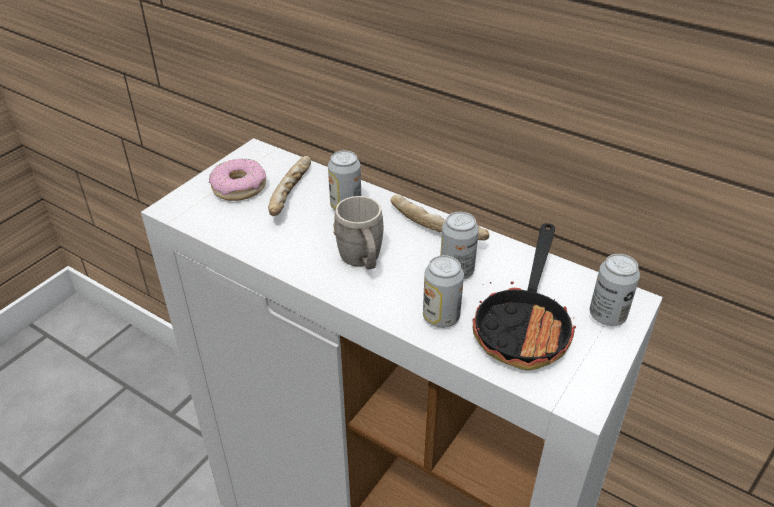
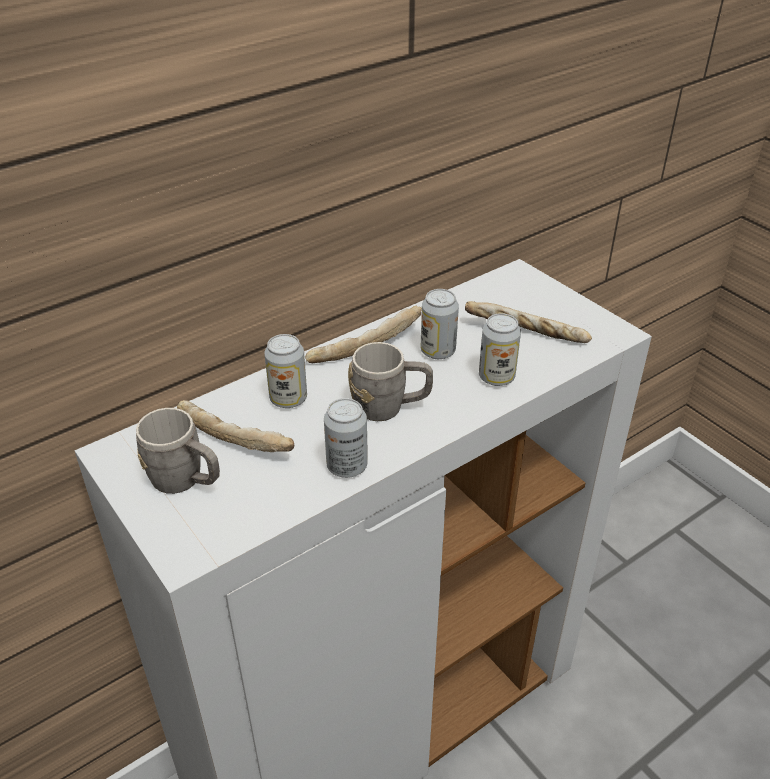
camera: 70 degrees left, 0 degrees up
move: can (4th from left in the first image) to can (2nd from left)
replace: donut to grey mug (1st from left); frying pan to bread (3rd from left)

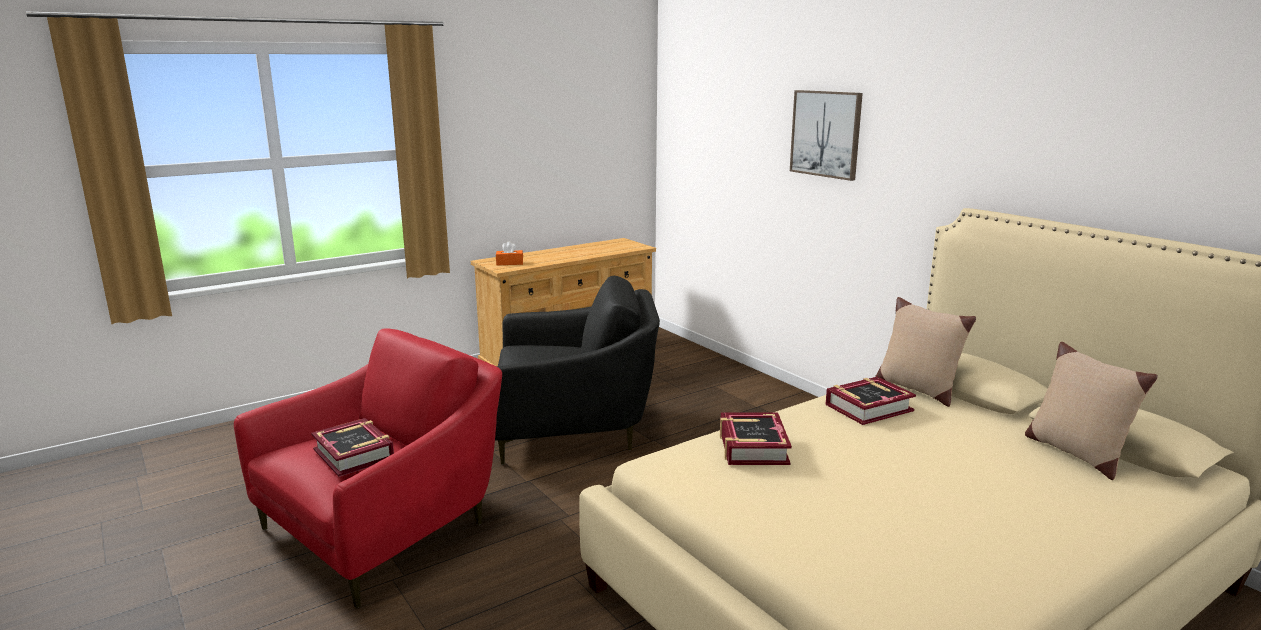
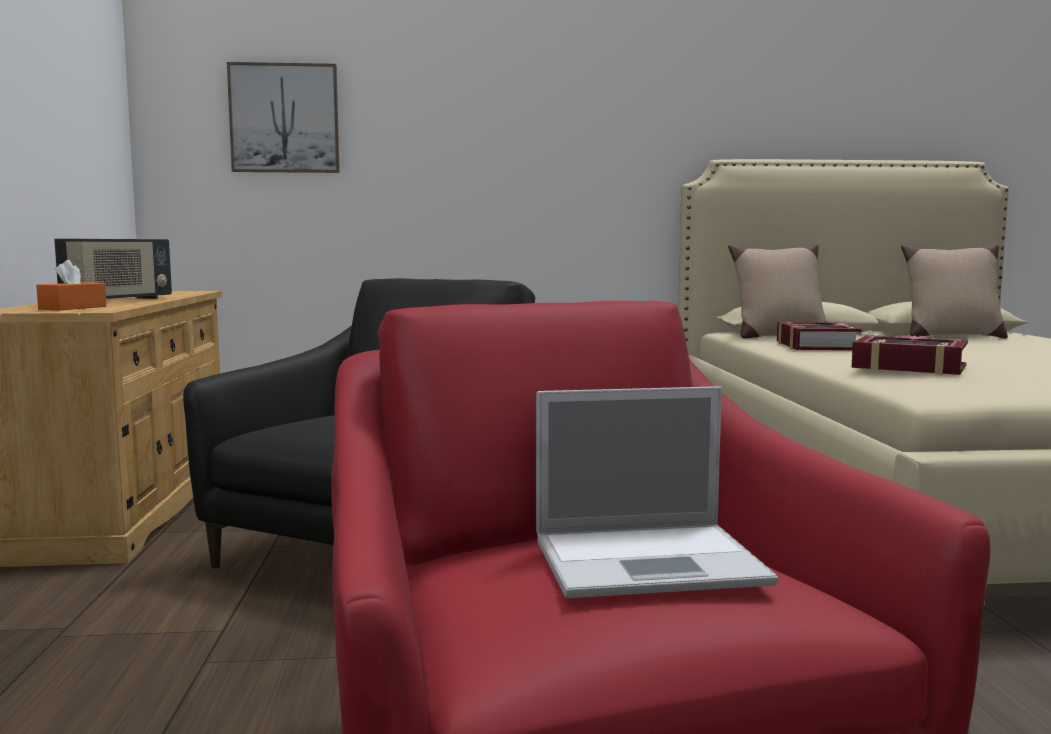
camera: 60 degrees left, 10 degrees down
insert: radio
move: picture
replace: book (1st from left) to laptop

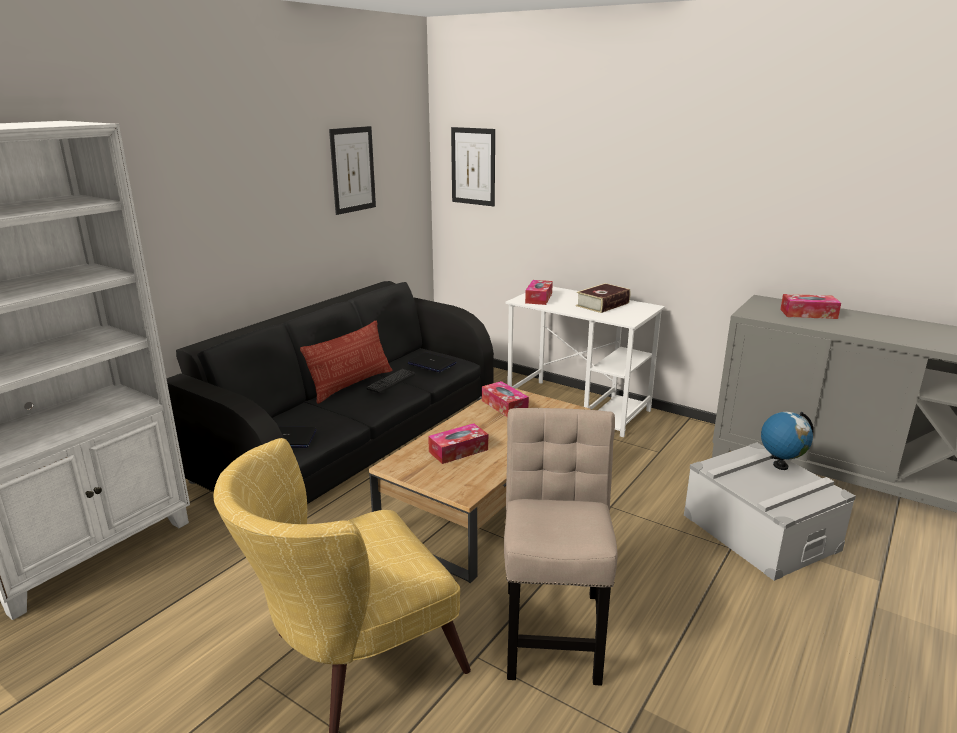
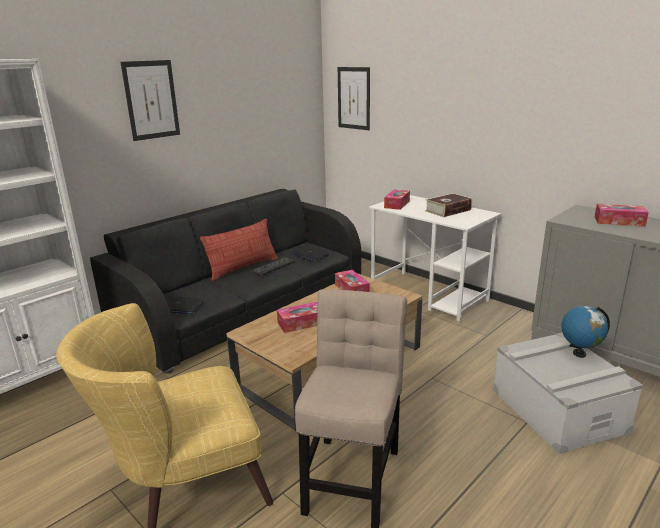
camera: 10 degrees right, 0 degrees up
move: picture (1st from left)

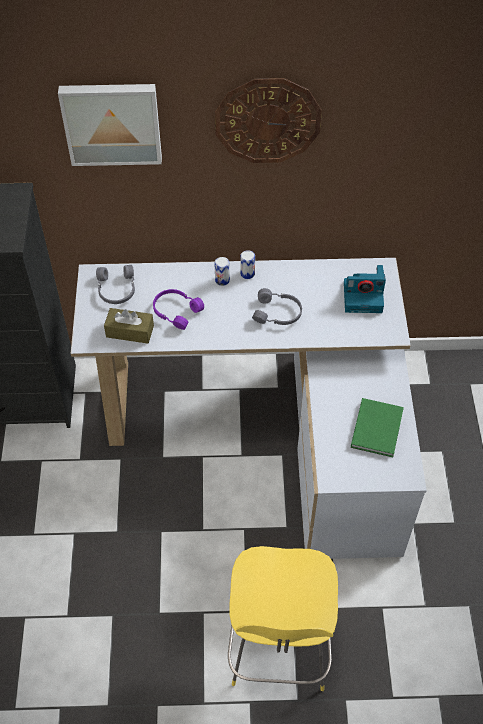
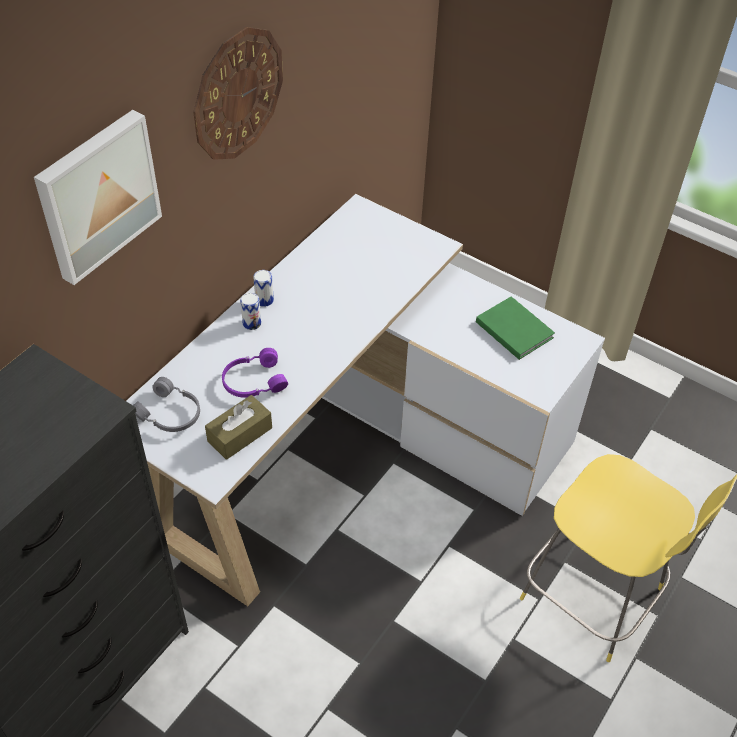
camera: 55 degrees left, 5 degrees down
delete: photo camera; grey headphones (2nd from left)

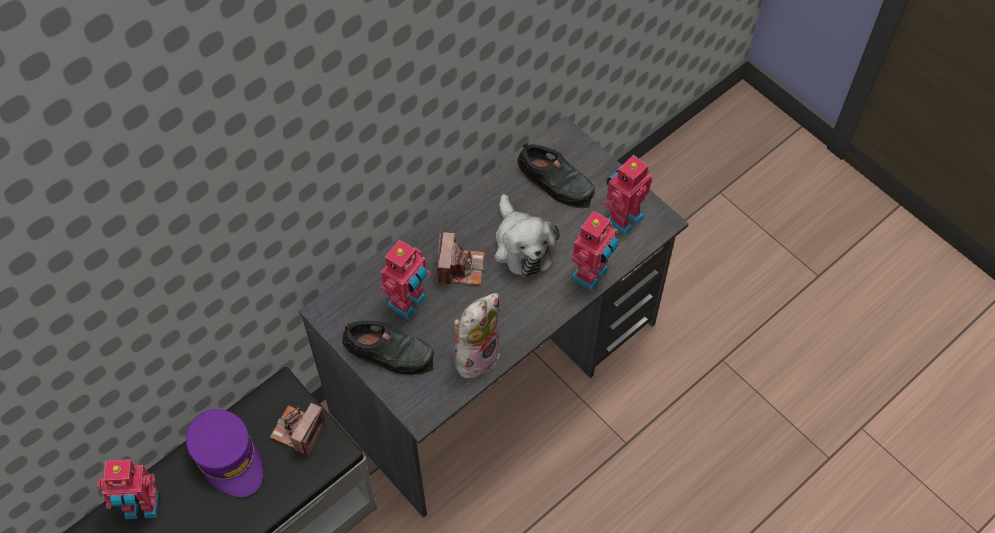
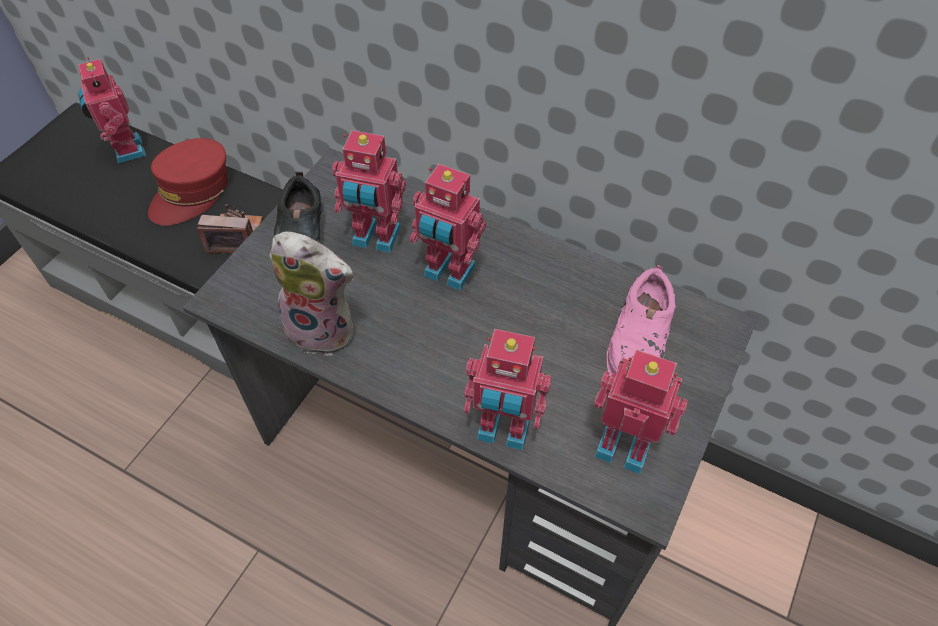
camera: 70 degrees right, 5 degrees down
delete: plush toy (2nd from left)
replace: photo camera (2nd from left) to toy robot (3rd from left)
recolor: black shoe (2nd from left) to pink shoe; purple cap to red cap

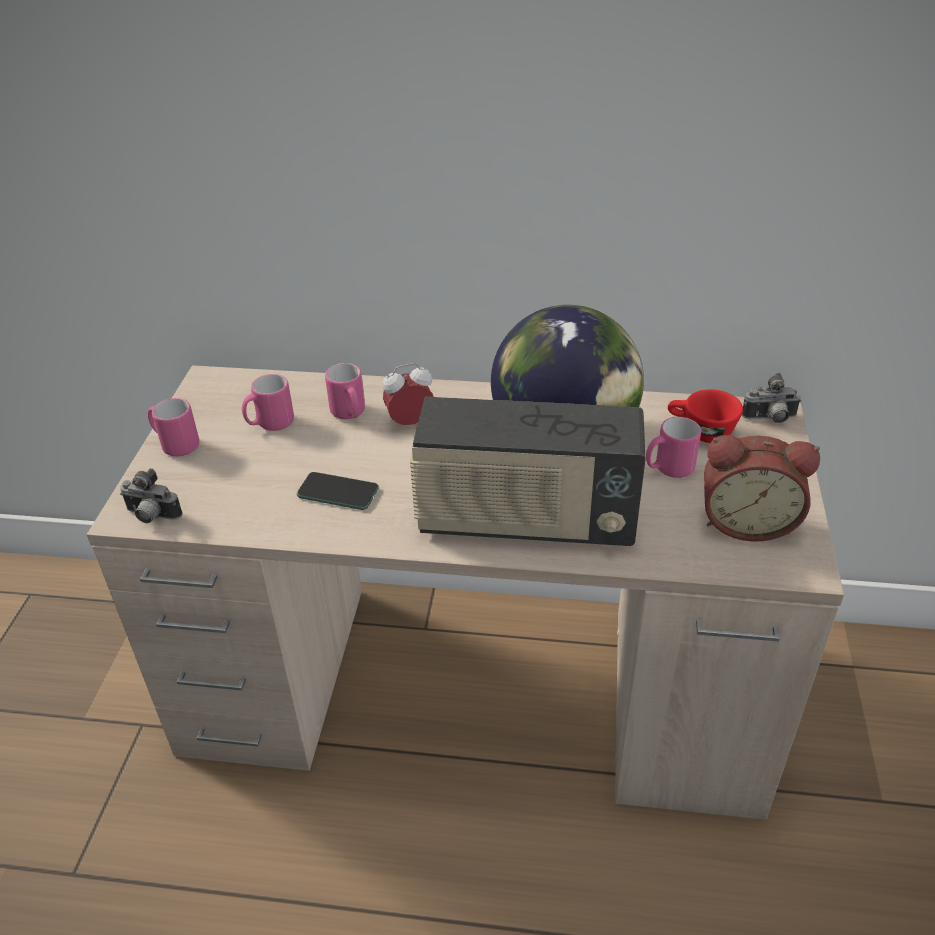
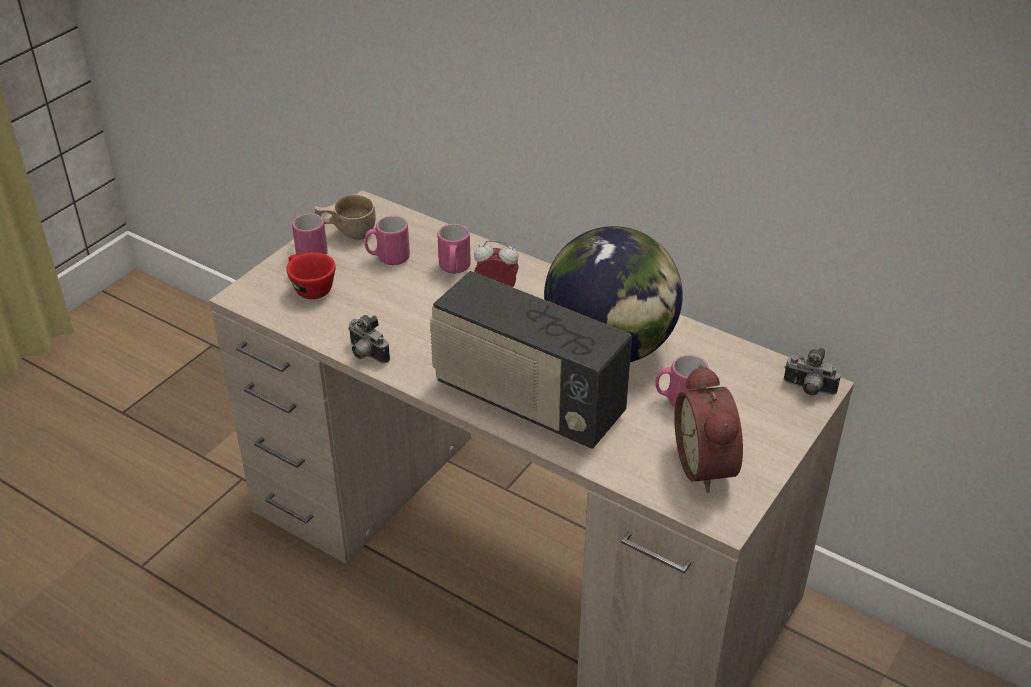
camera: 25 degrees right, 0 degrees up
delete: phone
insert: beige cup
move: red cup; photo camera (1st from left)
rotate: alarm clock (2nd from left) 45 degrees clockwise

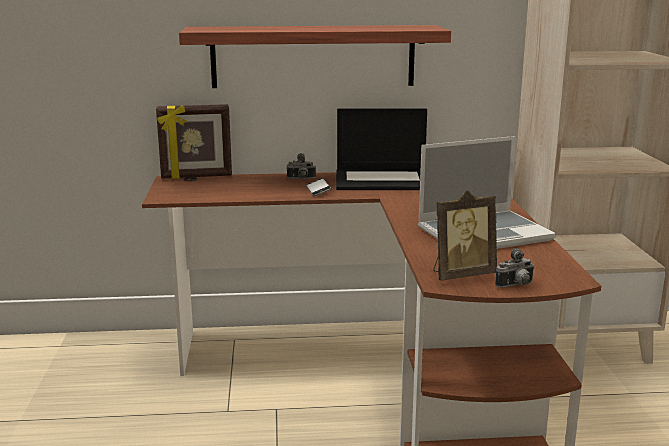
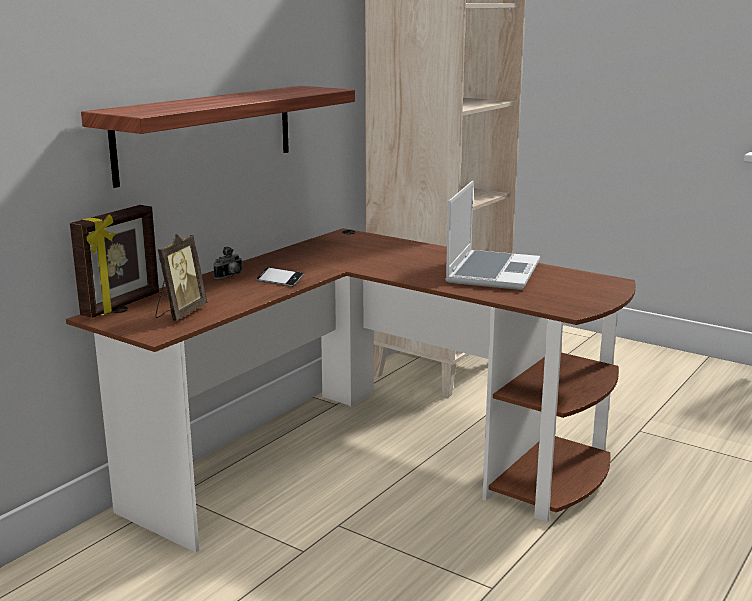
camera: 50 degrees left, 0 degrees up
delete: laptop (1st from left); photo camera (2nd from left)
move: picture frame (2nd from left)

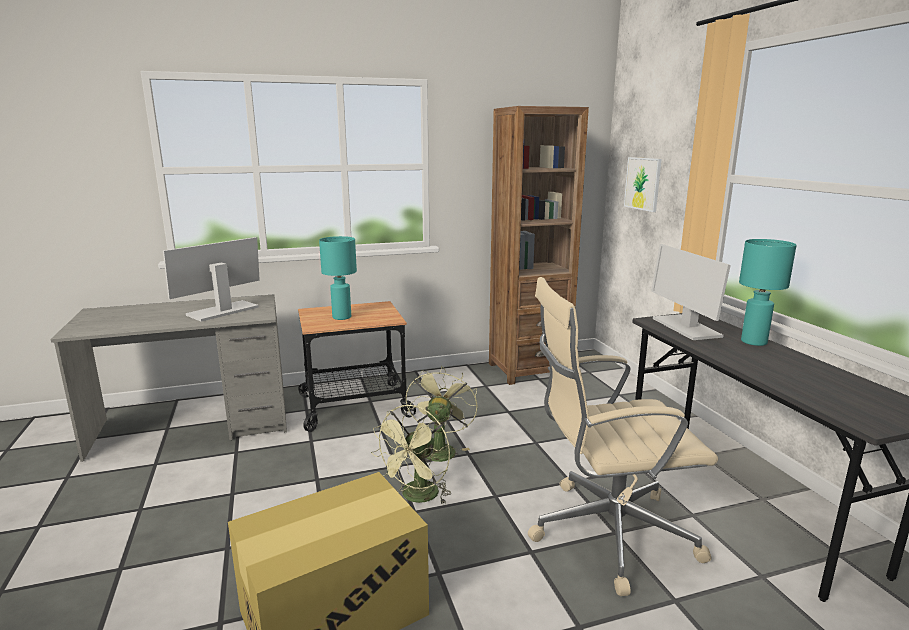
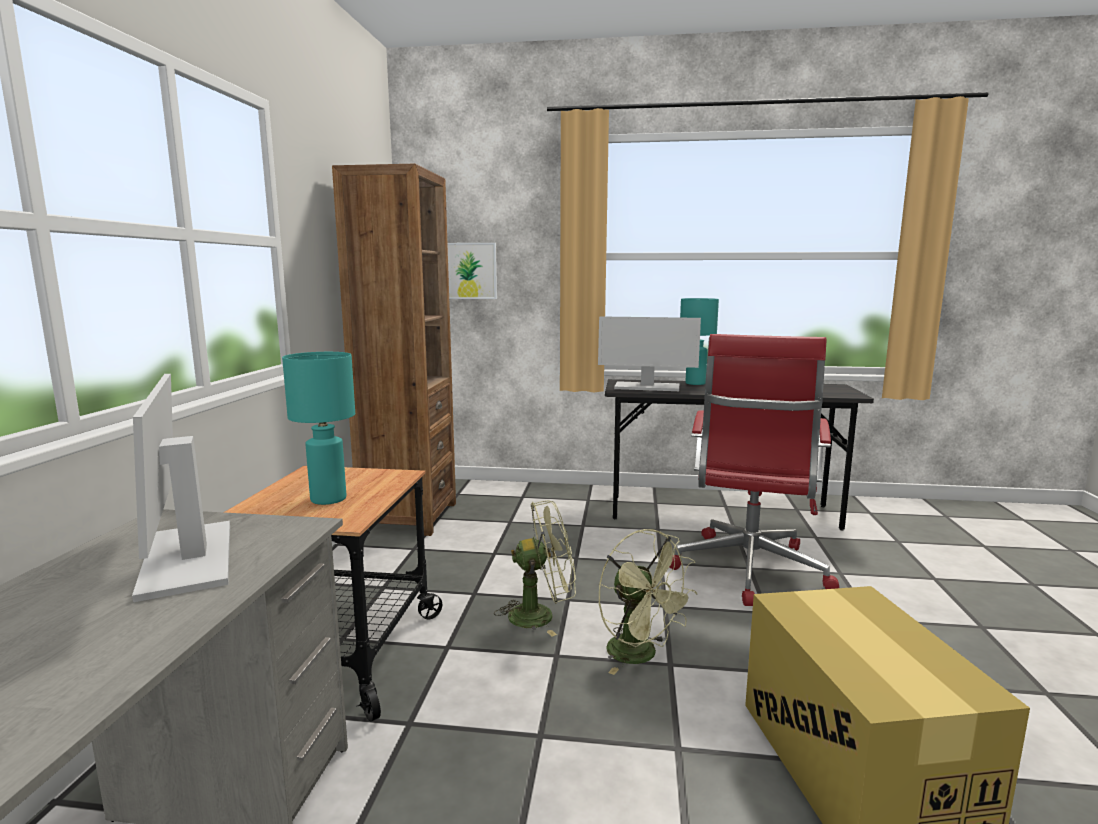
camera: 65 degrees left, 5 degrees down
recolor: beige office chair to red office chair
rotate: green fan (2nd from left in the first image) 135 degrees clockwise

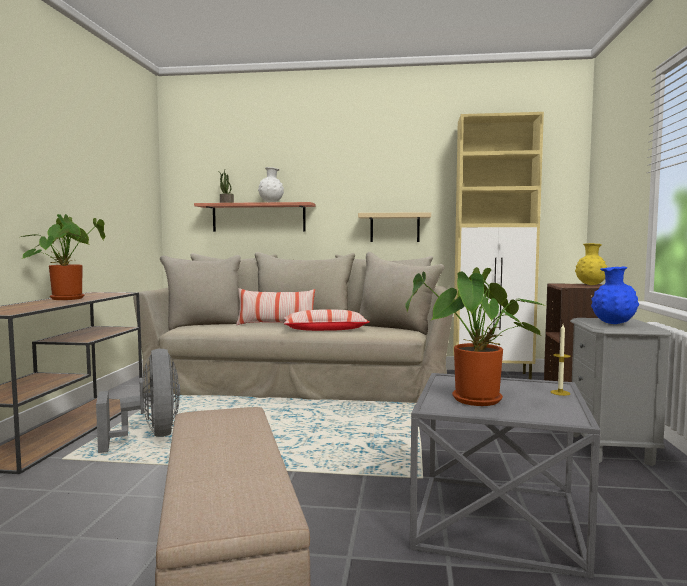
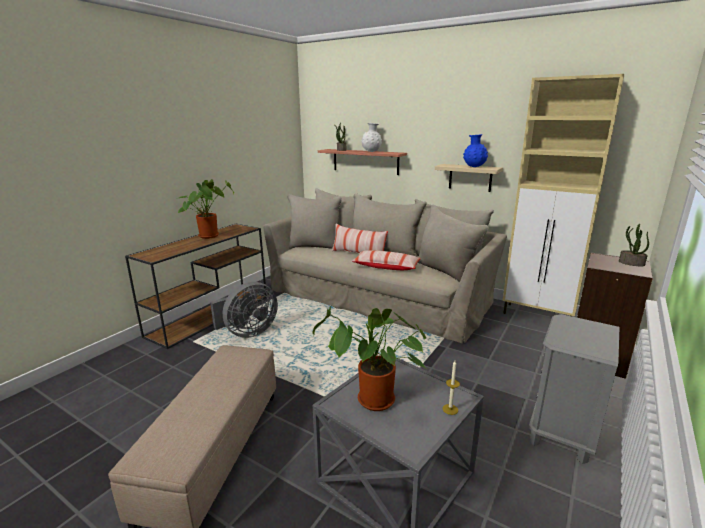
camera: 25 degrees right, 15 degrees up
move: blue vase
replace: yellow vase to potted plant (4th from left)
rotate: grey fan 45 degrees clockwise

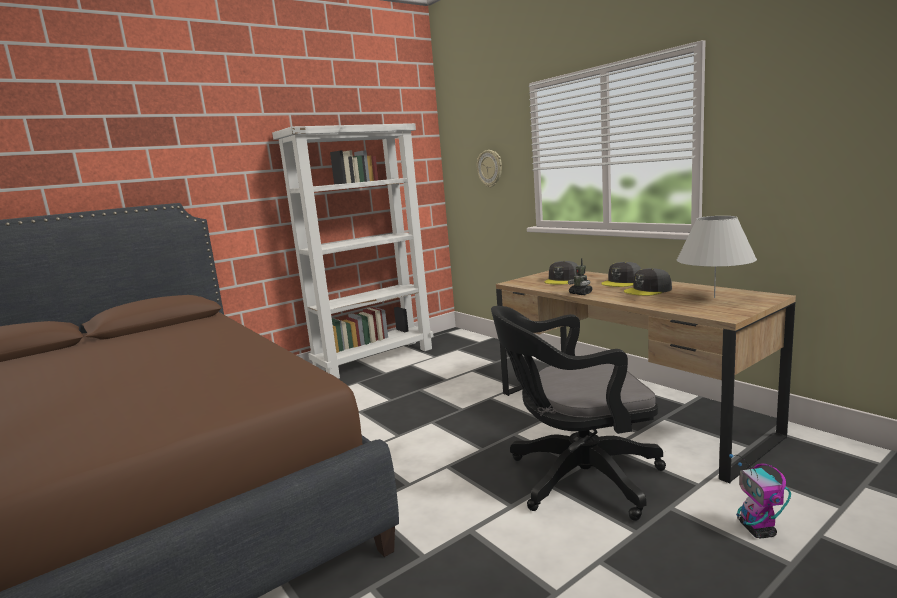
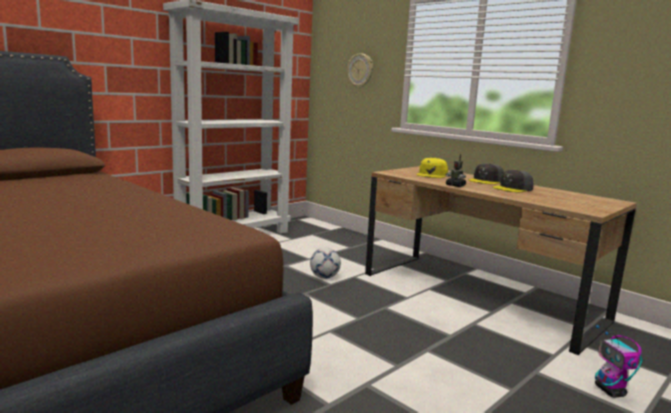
camera: 10 degrees left, 0 degrees up
delete: white table lamp; black office chair
insert: football
recolor: grey cap (1st from left) to yellow cap

